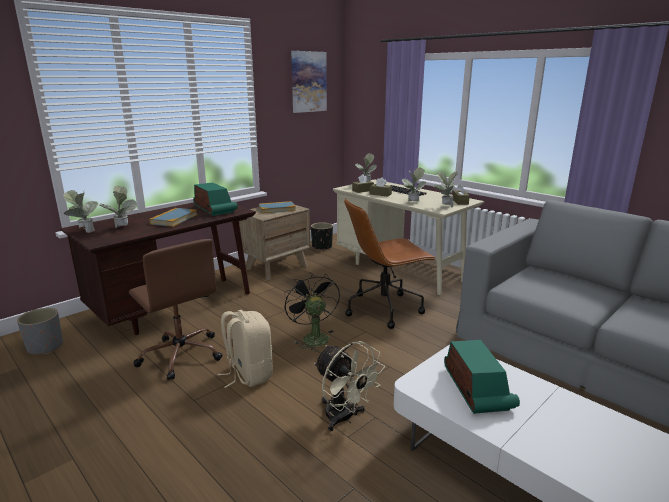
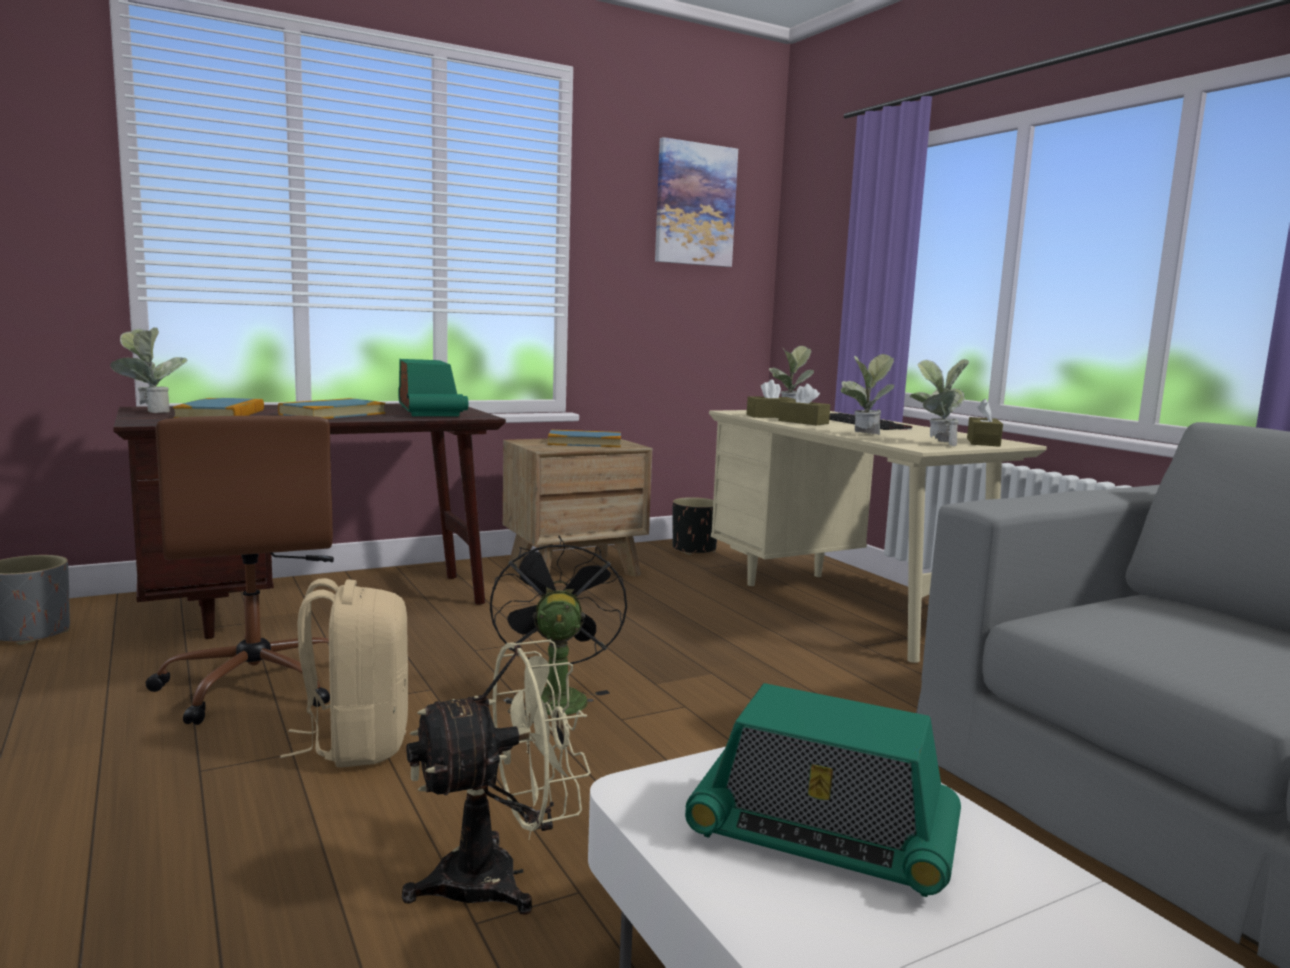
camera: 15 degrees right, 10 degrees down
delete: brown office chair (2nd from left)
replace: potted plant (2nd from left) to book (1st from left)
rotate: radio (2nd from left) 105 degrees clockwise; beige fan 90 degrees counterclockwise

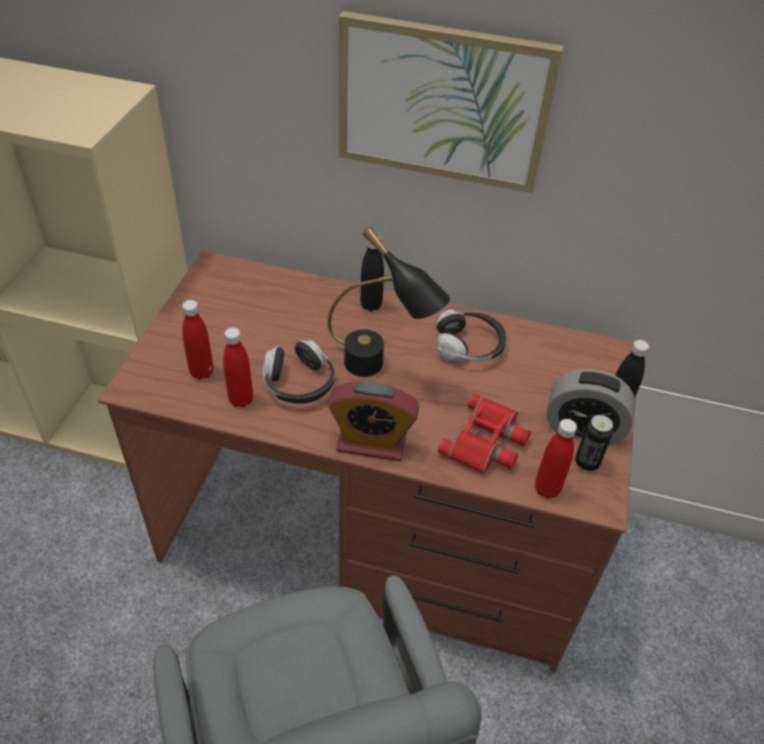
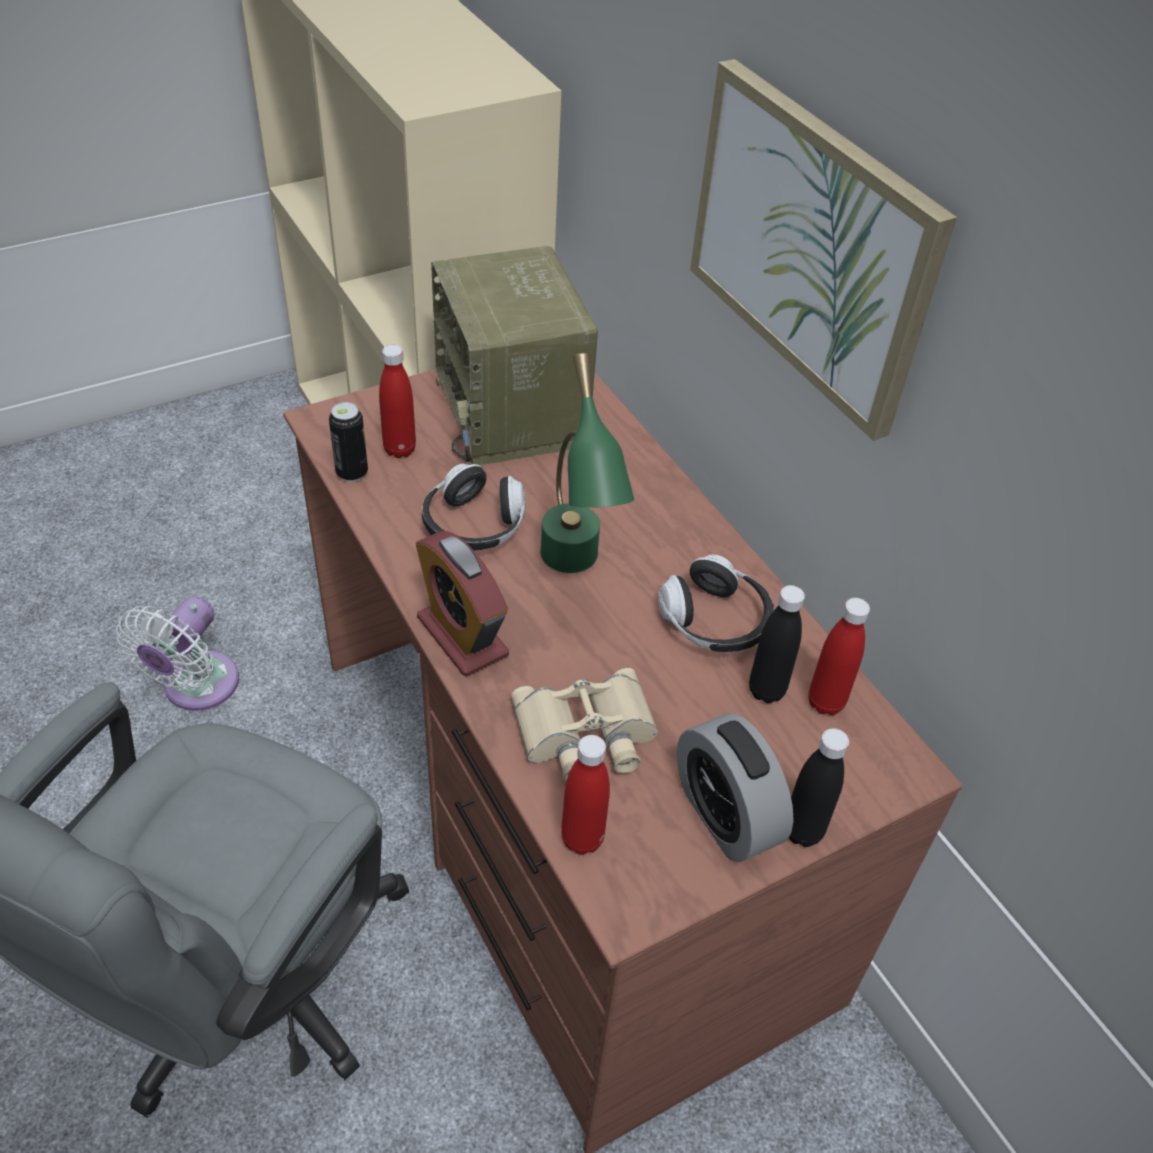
camera: 45 degrees right, 0 degrees up
insert: radio; white fan
move: black bottle (1st from left); red bottle (2nd from left in the first image) to red bottle (3rd from left); can
recolor: black table lamp to green table lamp; red binoculars to beige binoculars

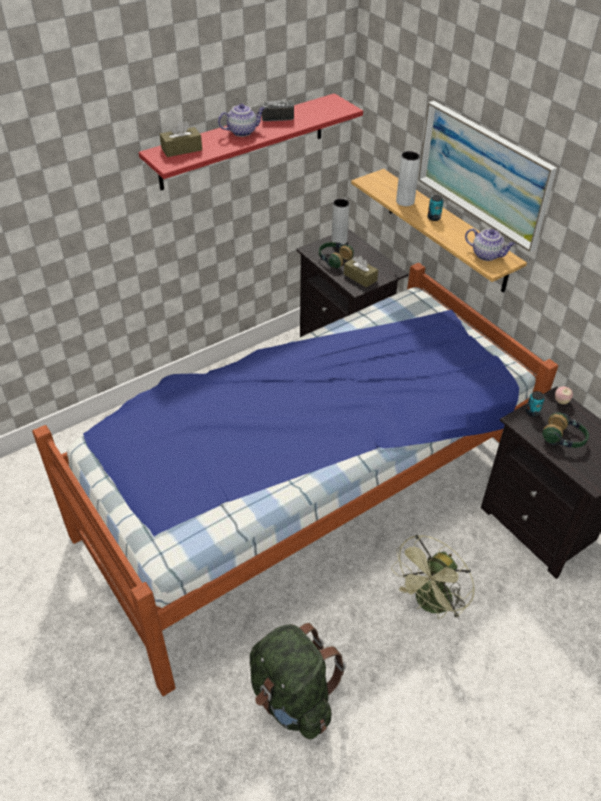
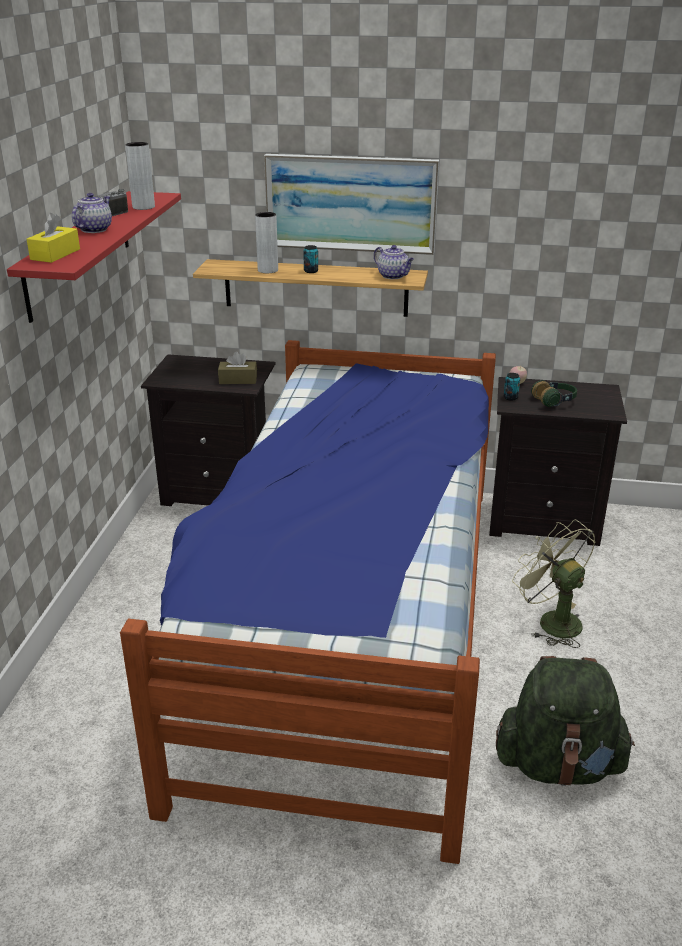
camera: 45 degrees left, 15 degrees down
delete: headphones (1st from left)
move: grey vase (1st from left)
recolor: brown tissue box (1st from left) to yellow tissue box
rotate: teapot (2nd from left) 60 degrees clockwise; green fan 150 degrees clockwise

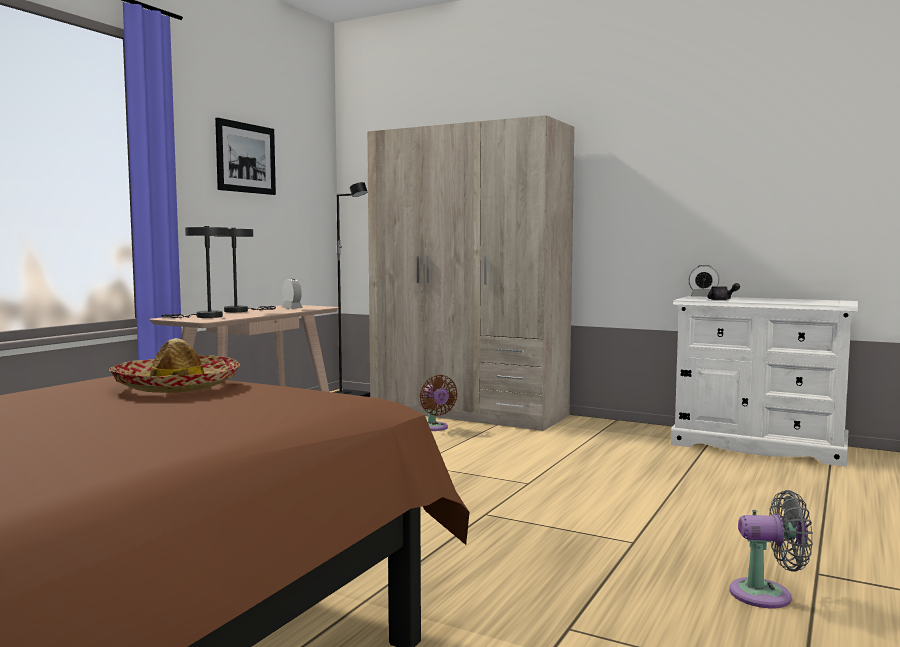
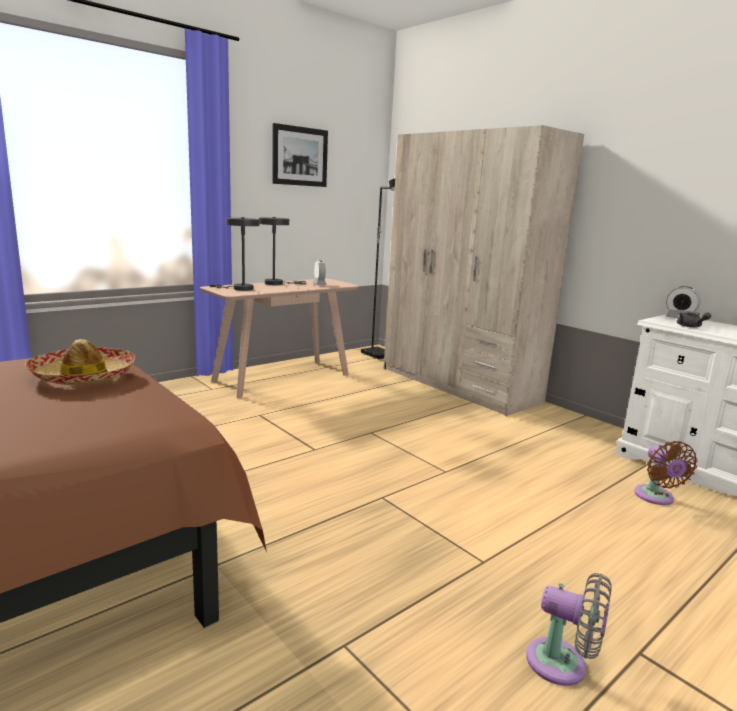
camera: 20 degrees right, 10 degrees up
move: brown fan

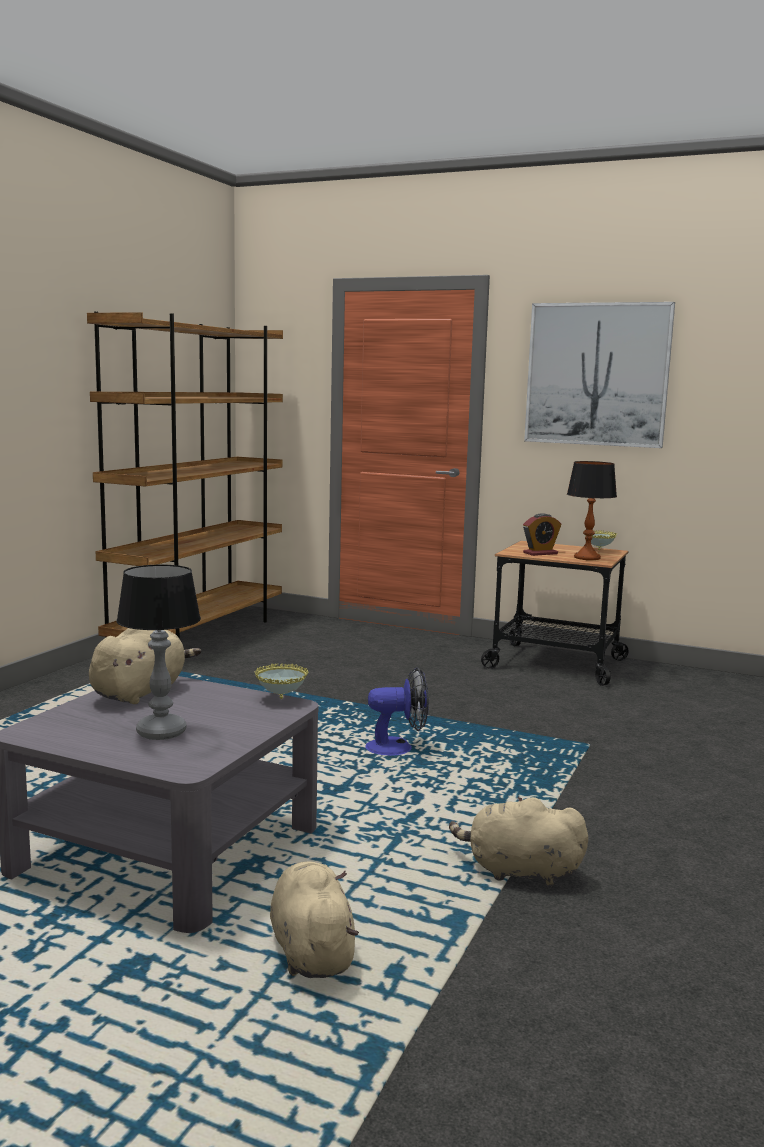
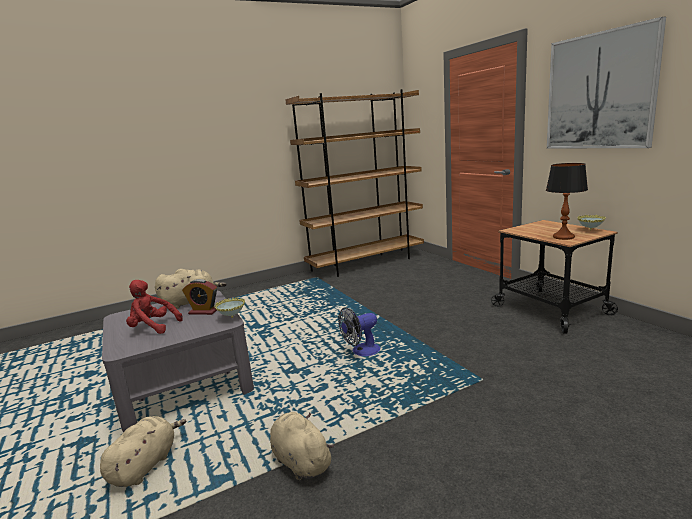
camera: 40 degrees right, 5 degrees up
move: alarm clock
replace: table lamp (1st from left) to red plush toy
rotate: fan 120 degrees clockwise

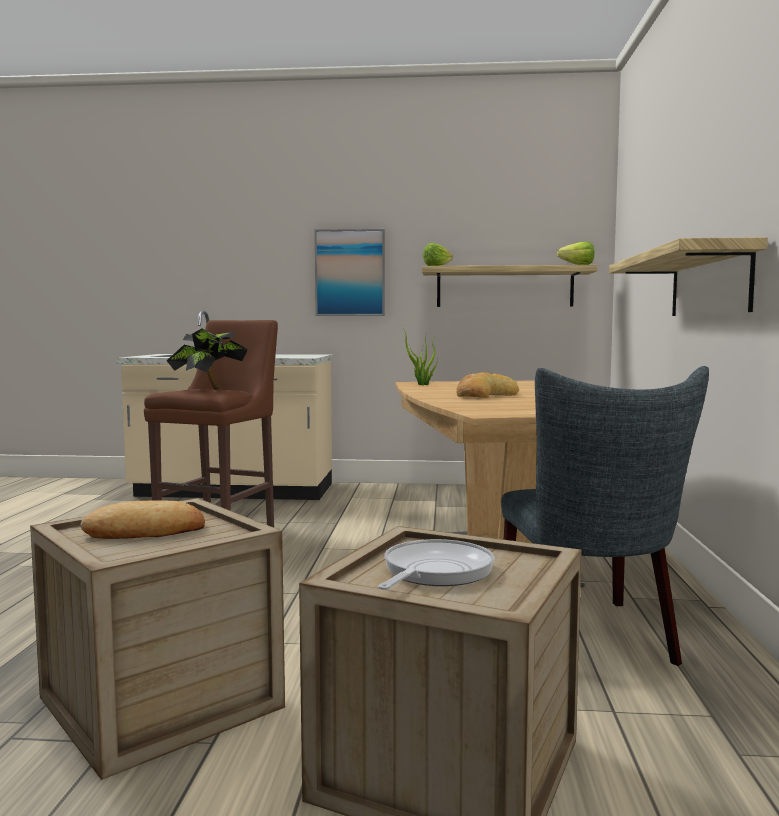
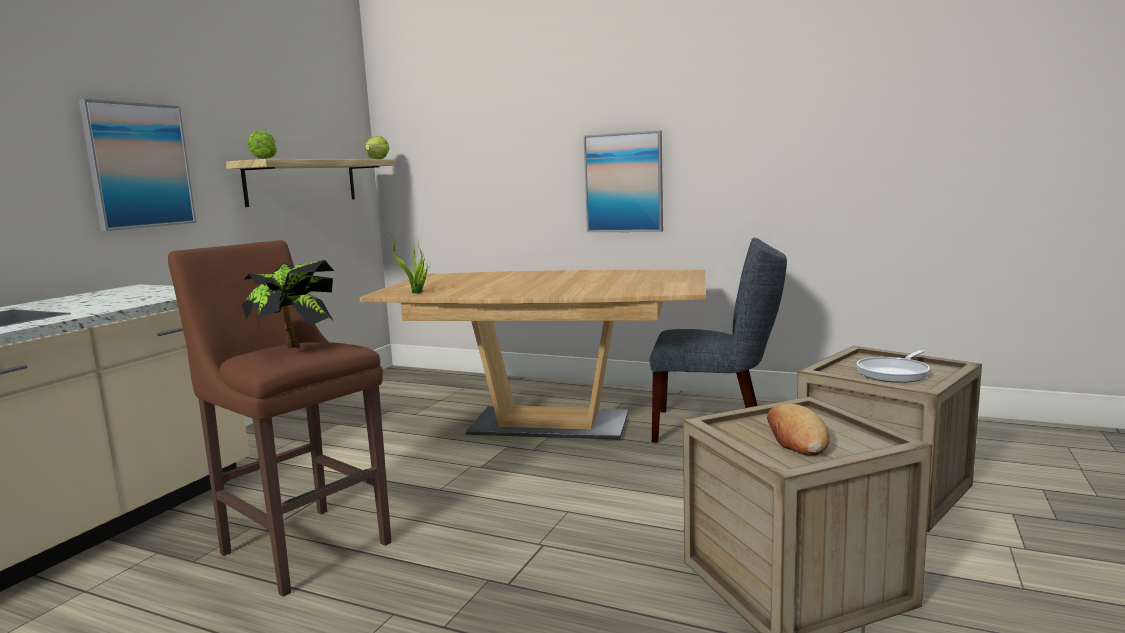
camera: 70 degrees left, 5 degrees up
delete: bread (2nd from left)
replace: shelf (2nd from left) to picture (2nd from left)
rotate: frying pan 90 degrees counterclockwise

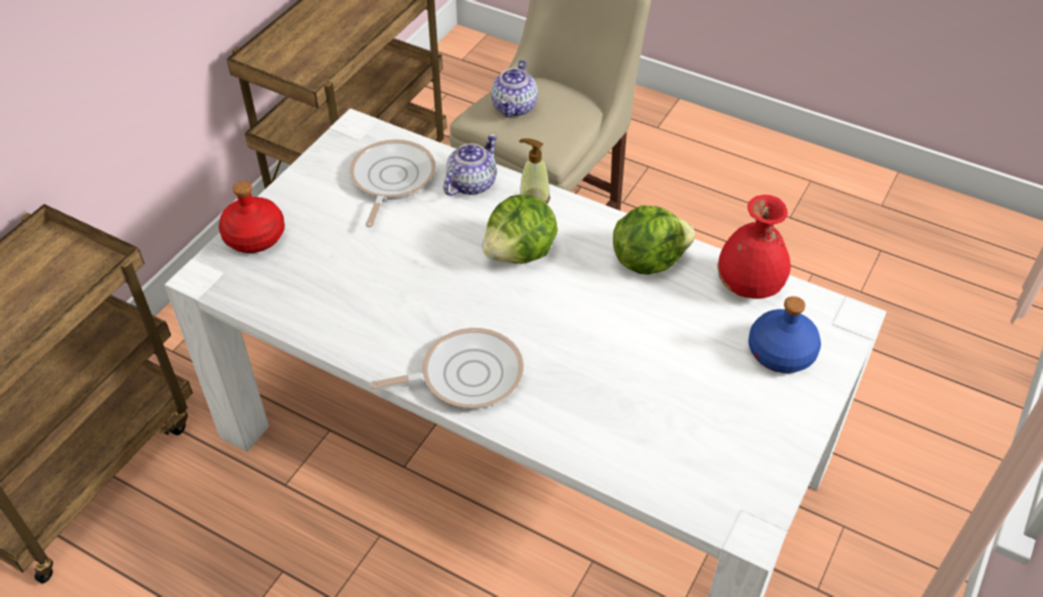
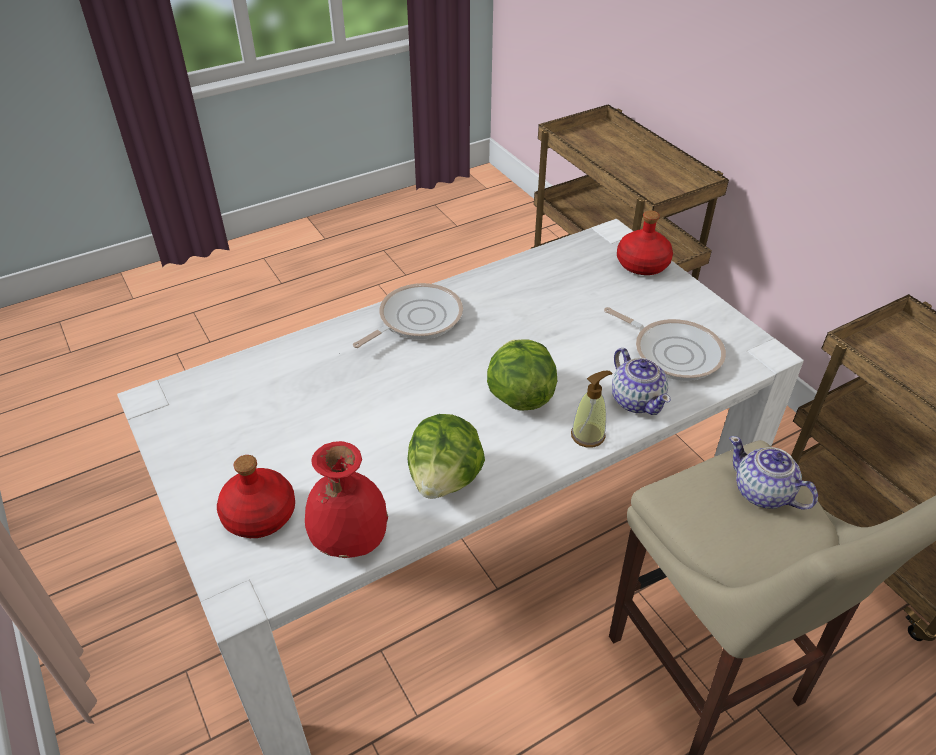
camera: 120 degrees right, 5 degrees down
recolor: blue bottle to red bottle (1st from left)
rotate: frying pan (2nd from left in the first image) 150 degrees counterclockwise

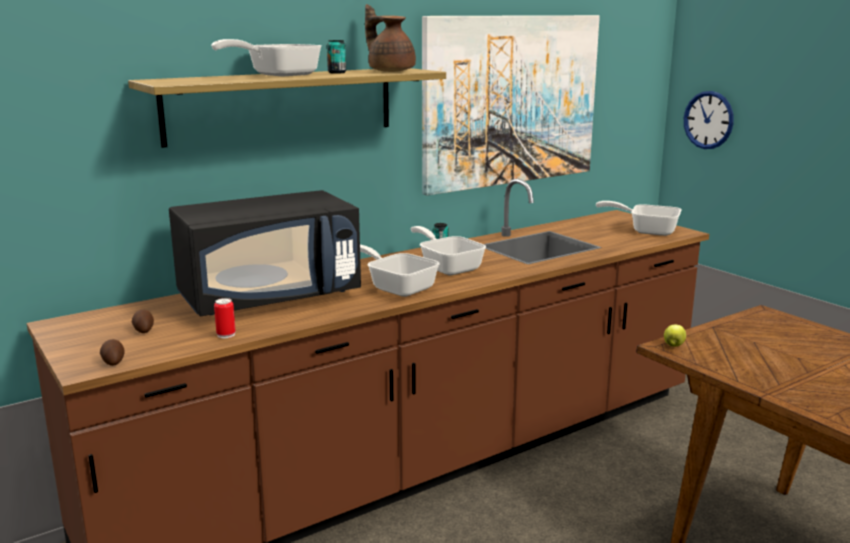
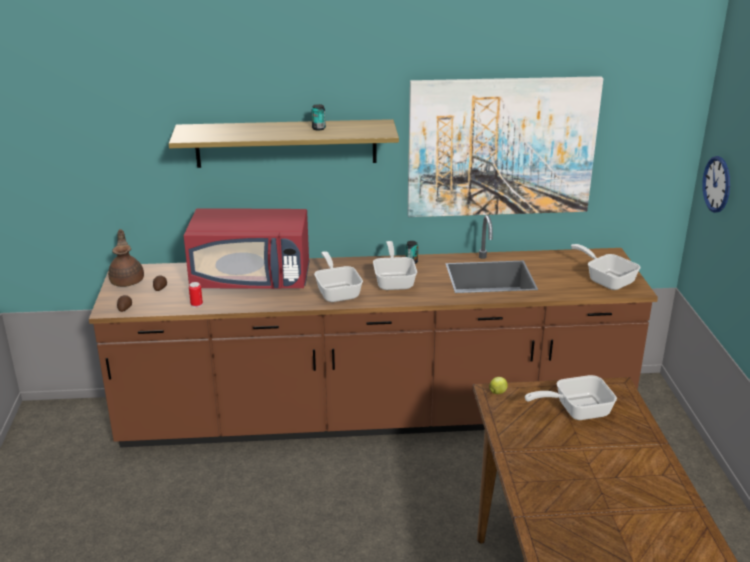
camera: 30 degrees right, 10 degrees up
move: brown teapot; frying pan (1st from left in the first image) to frying pan (3rd from left)
recolor: black microwave to red microwave

